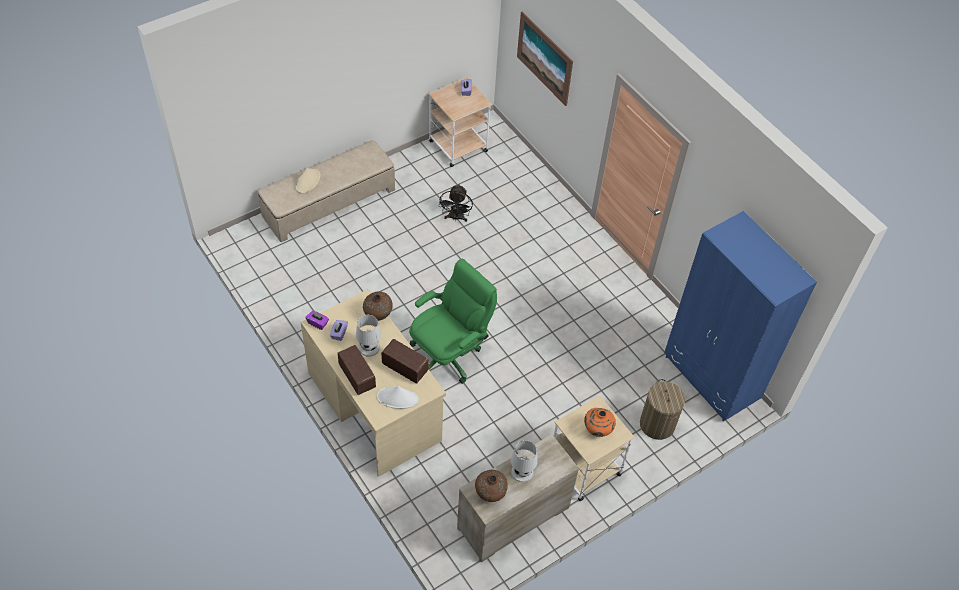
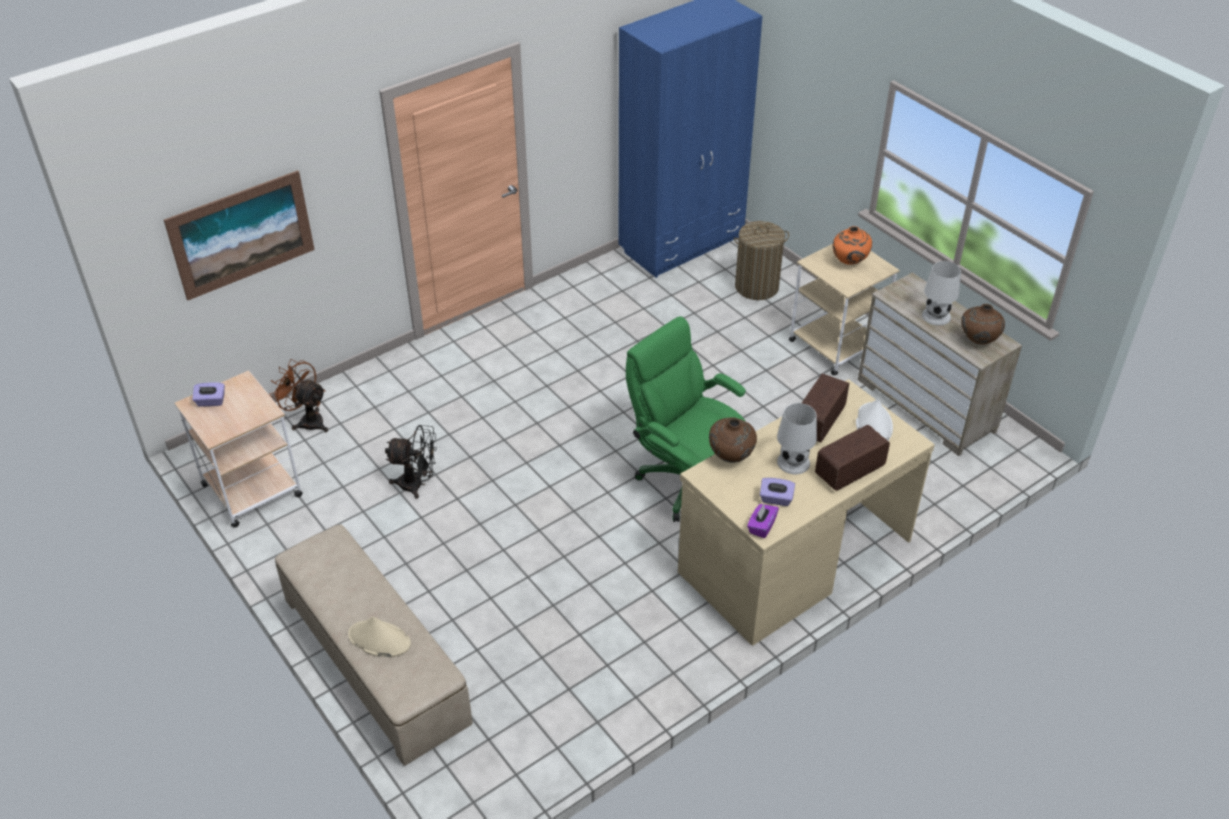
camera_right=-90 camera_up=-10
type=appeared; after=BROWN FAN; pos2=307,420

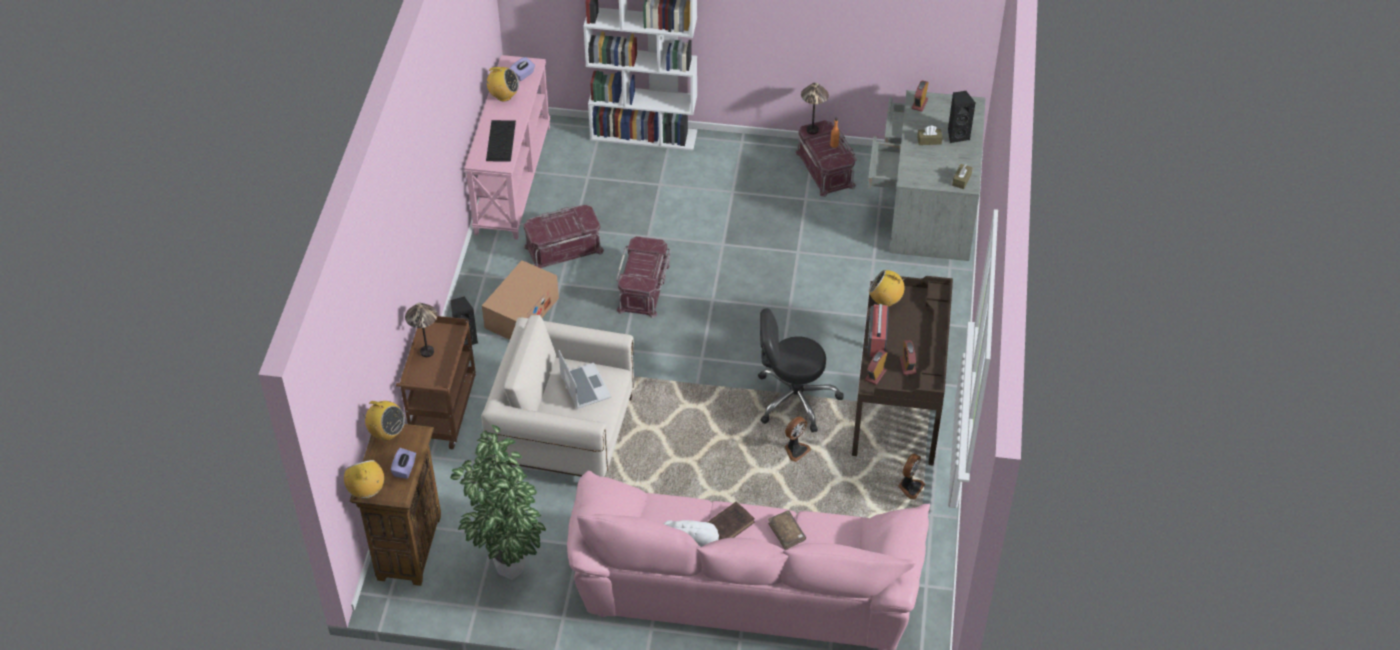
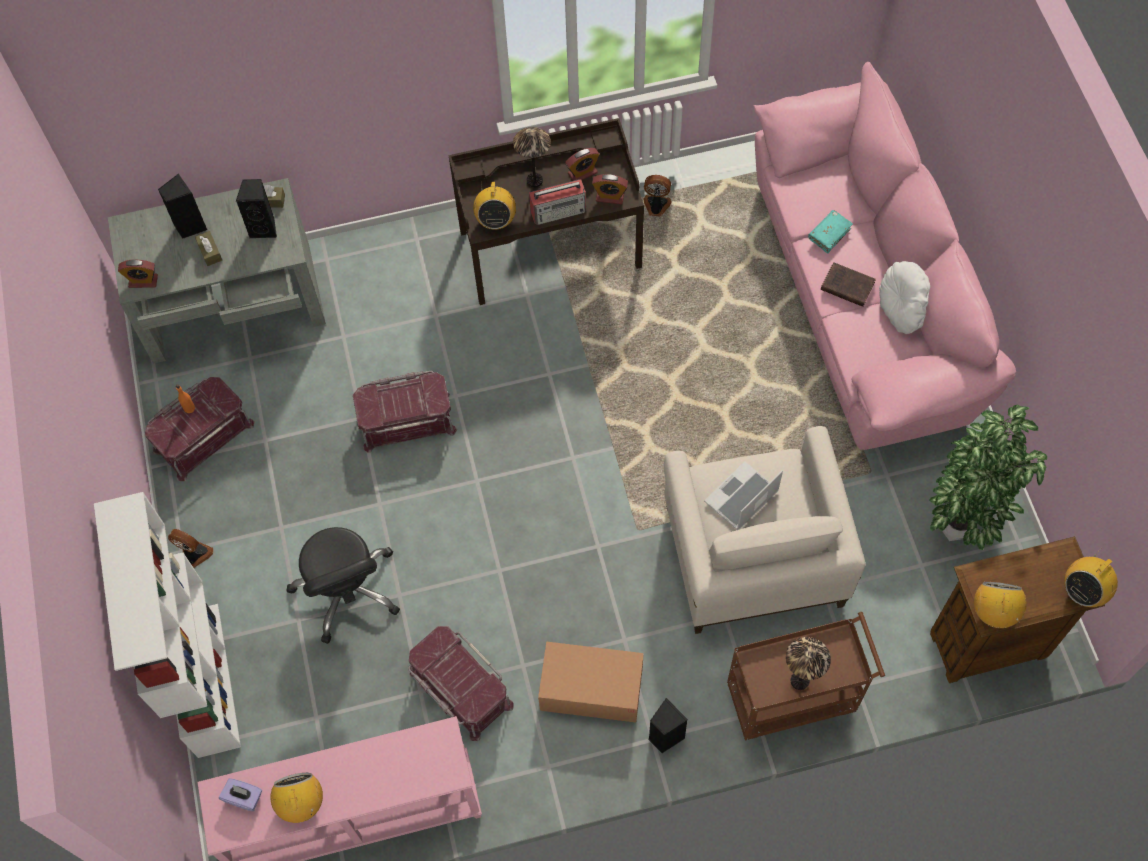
camera_right=-110 camera_up=15
type=relocated; before=FAN; pos1=795,450; pos2=194,554
type=appeared; after=BLACK SPEAKER; pos2=264,228
type=relocated; before=BLACK OFFICE CHAIR; pos1=791,398; pos2=348,594
type=relocated; before=RED STORAGE BOX; pos1=644,288; pos2=406,420
type=relocated; before=TABLE LAMP; pos1=812,130; pos2=534,180
type=colour; before=BROWN BOOK; after=TURQUOISE BOOK; pos1=786,533; pos2=829,234
type=missing; before=PURPLE TISSUE BOX; pos1=405,469
type=missing; before=KEYBOARD; pos1=500,140

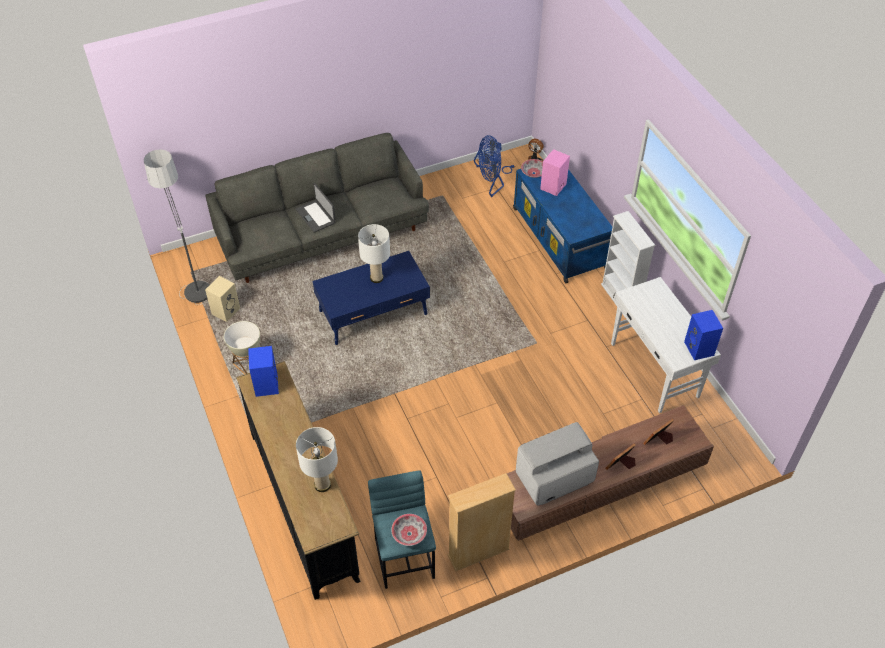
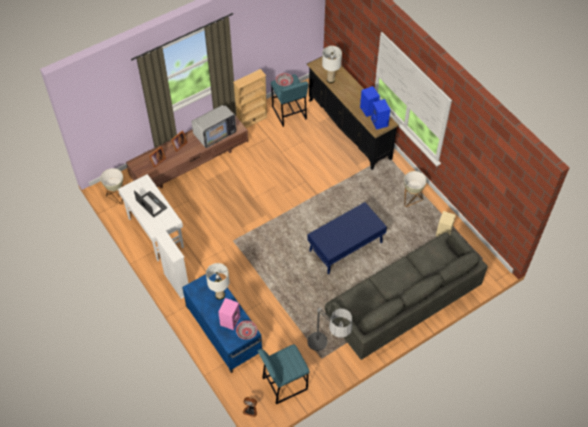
camera_right=170 camera_up=5
type=appeared; after=PLANTER; pos2=117,196
type=relocated; before=LAPTOP; pos1=316,216; pos2=151,204
type=relocated; before=WHITE TABLE LAMP; pos1=376,278; pos2=220,295
type=exchanged; before=BLUE FAN; after=BLUE STOOL; pos1=492,178; pos2=283,384
type=relocated; before=FLOOR LAMP; pos1=191,278; pos2=327,354
type=relocated; before=BLUE SPEAKER; pos1=700,349; pos2=368,109

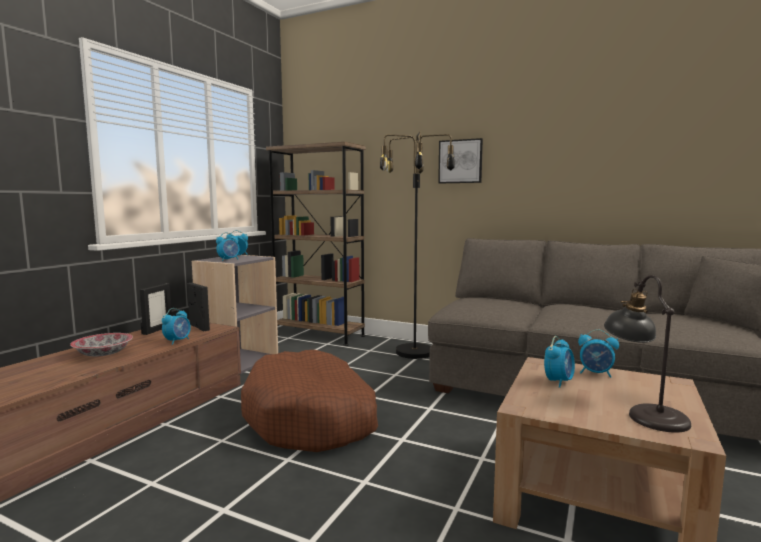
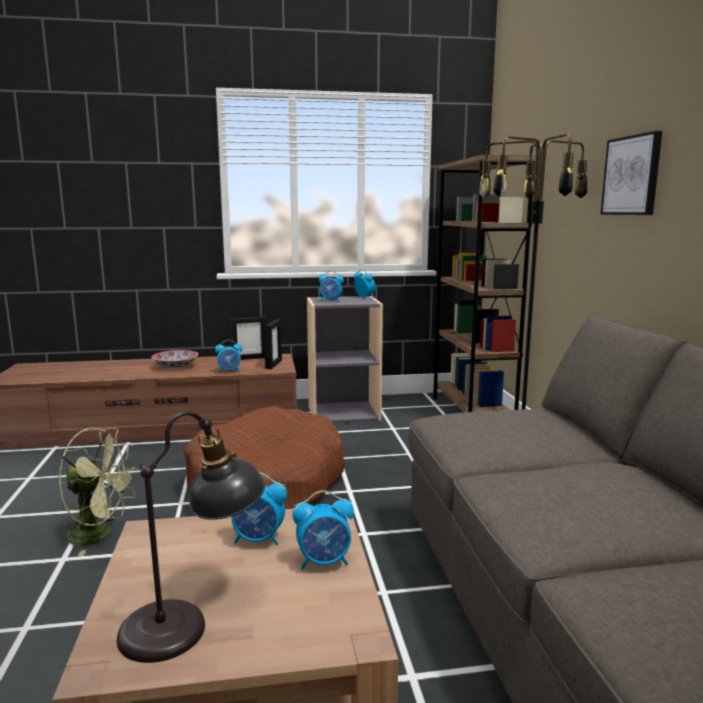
camera_right=55 camera_up=5
type=appeared; after=GREEN FAN; pos2=100,535
type=spun; before=ALARM CLOCK; pos1=596,373; pos2=324,562; turn=-90

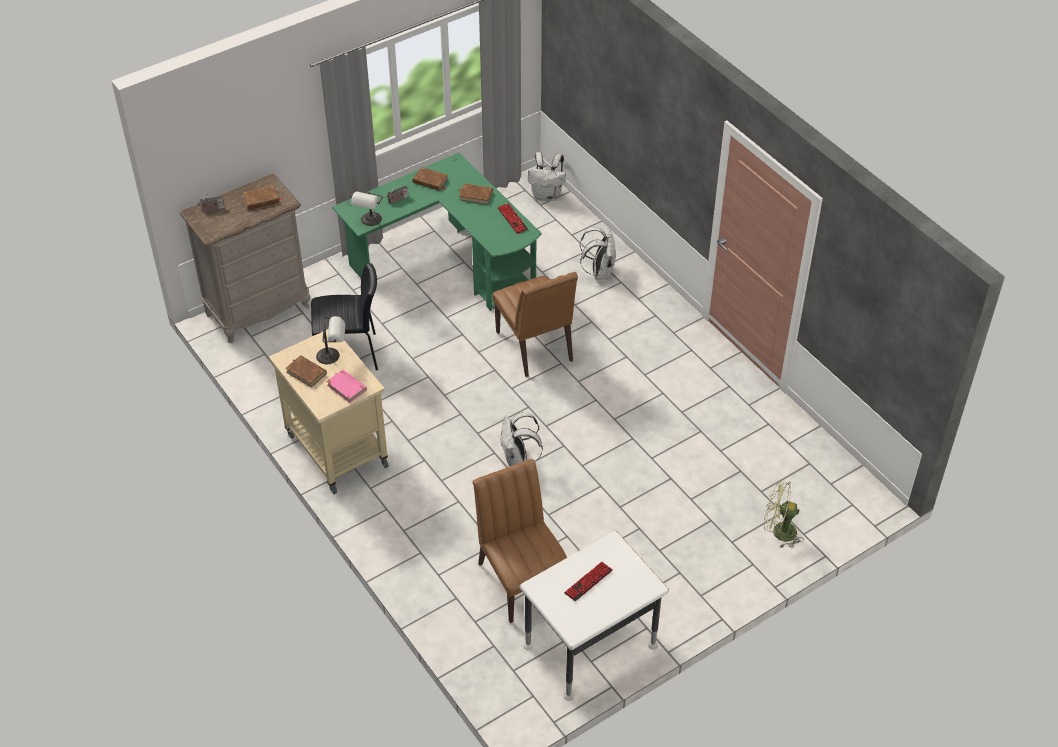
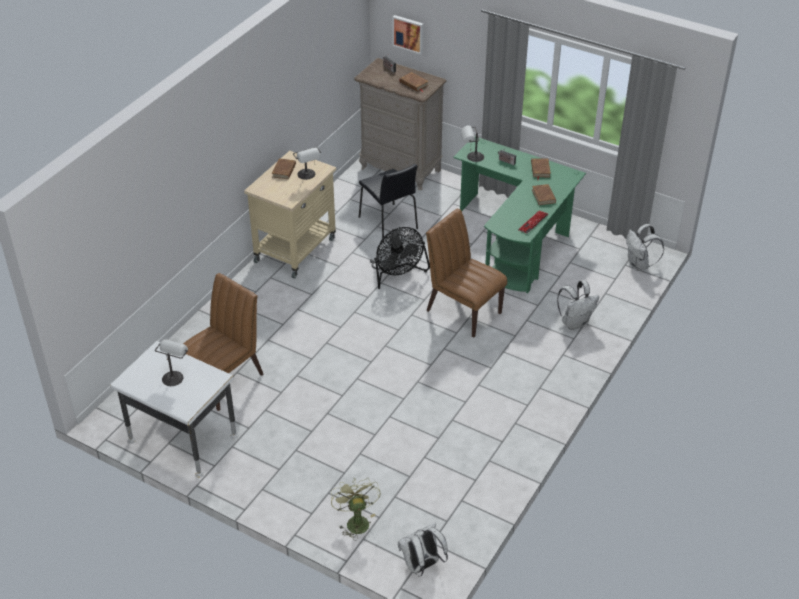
camera_right=65 camera_up=-5
type=exchanged; before=KEYBOARD; after=TABLE LAMP; pos1=588,582; pos2=174,375
type=appeared; after=BLACK FAN; pos2=395,274
type=appeared; after=PICTURE; pos2=408,33
type=relocated; before=WHITE BACKPACK; pos1=518,459; pos2=422,566
type=spun; before=BROWN CHAIR; pos1=534,346; pos2=464,312; turn=90
type=missing; before=PINK BOOK; pos1=346,387

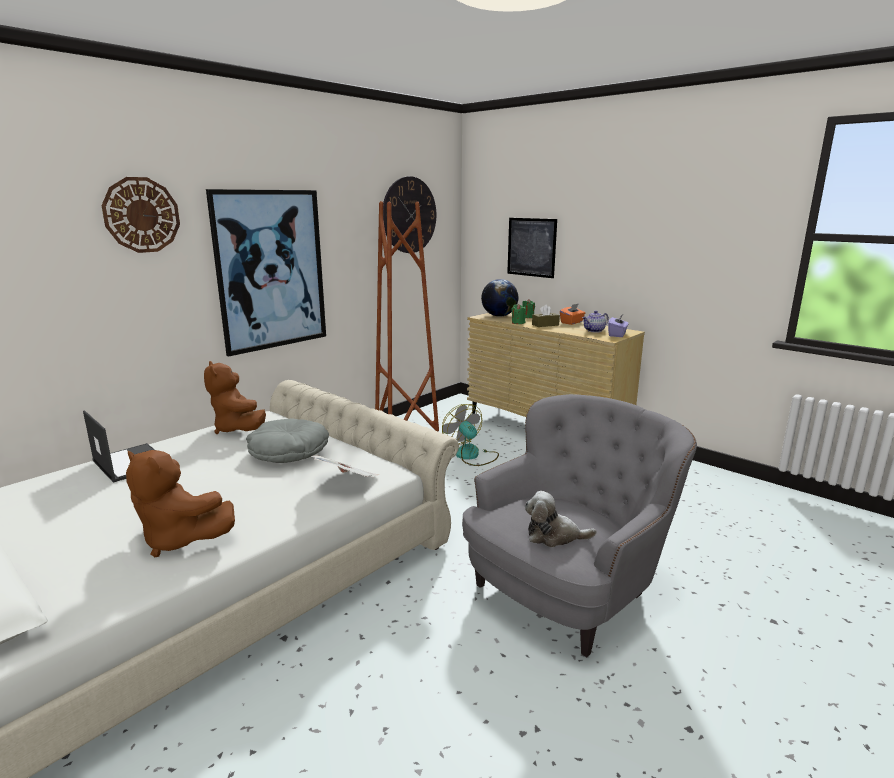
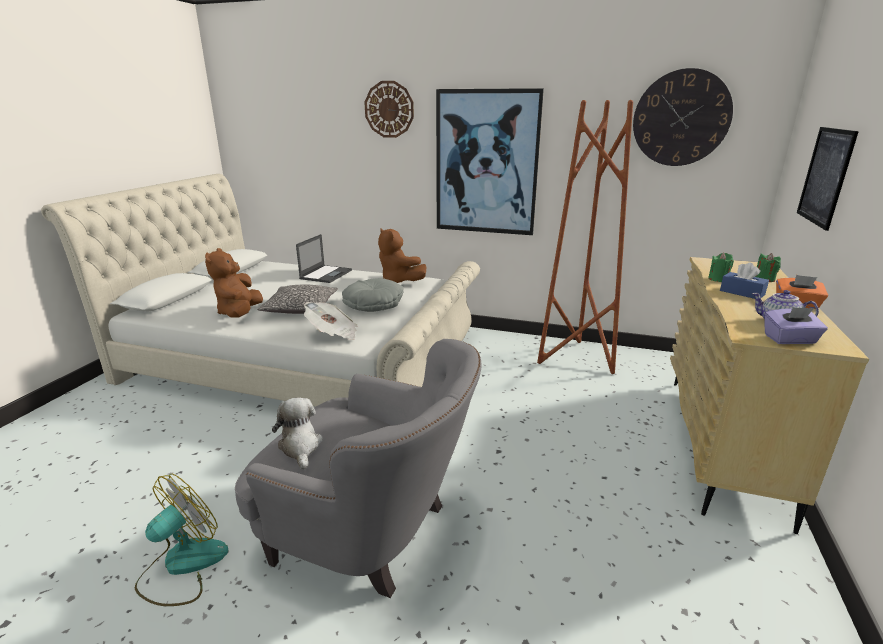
camera_right=65 camera_up=5
type=relocated; before=FAN; pos1=471,456; pos2=182,566
type=appeared; after=PILLOW; pos2=300,308
type=spun; before=BROWN PLUSH TOY; pos1=238,429; pos2=399,281; turn=-75
type=colour; before=BROWN TISSUE BOX; after=BLUE TISSUE BOX; pos1=545,325; pos2=742,292
type=missing; before=GLOBE; pos1=499,316

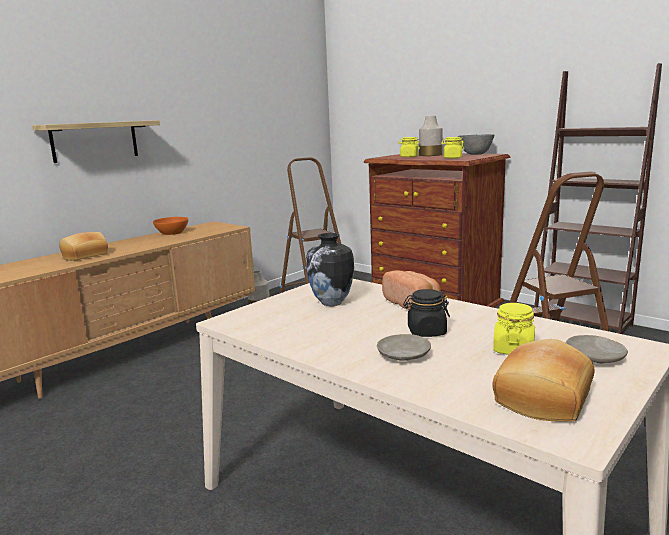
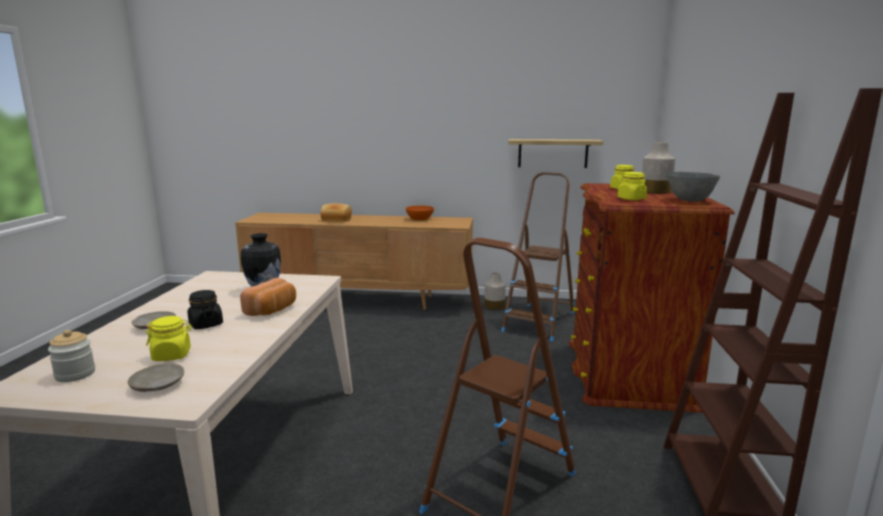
camera_right=55 camera_up=0
type=exchanged; before=BREAD; after=JAR; pos1=540,397; pos2=75,374
type=relocated; before=SHELF; pos1=95,141; pos2=553,153

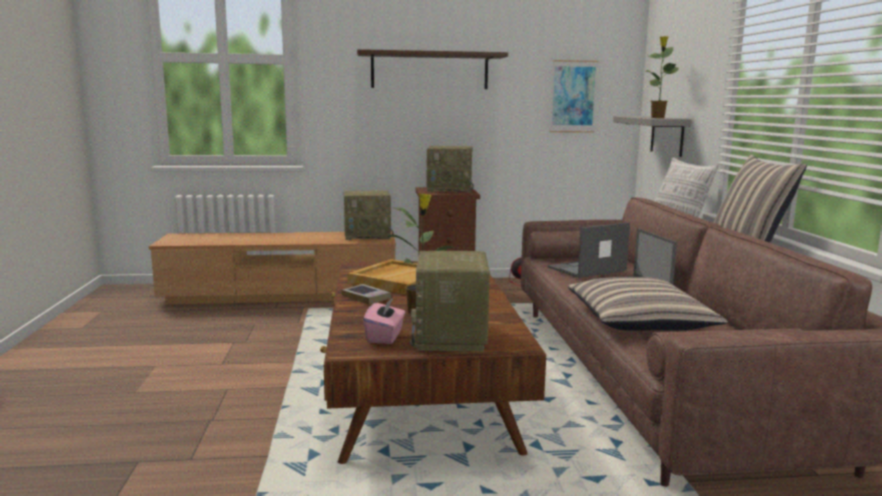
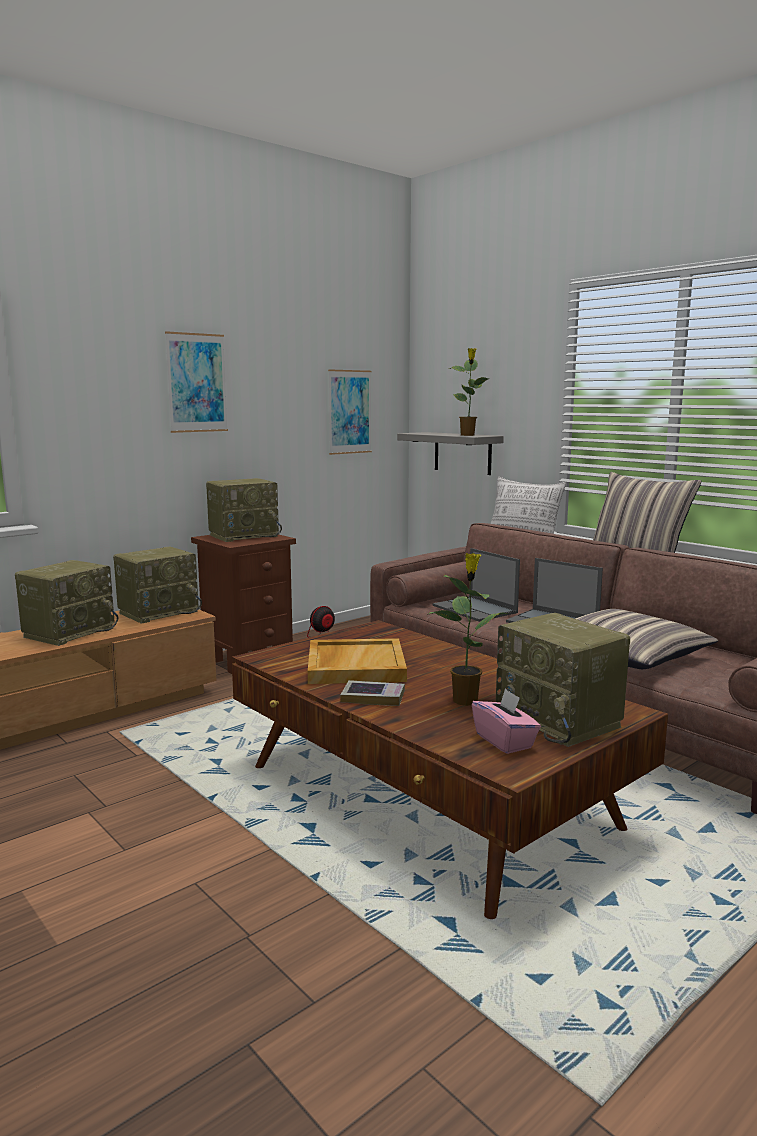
camera_right=-35 camera_up=0
type=appeared; after=RADIO; pos2=69,632
type=exchanged; before=SHELF; after=PICTURE; pos1=429,71; pos2=197,383
type=spun; before=LAPTOP; pos1=586,269; pos2=475,609; turn=-60

